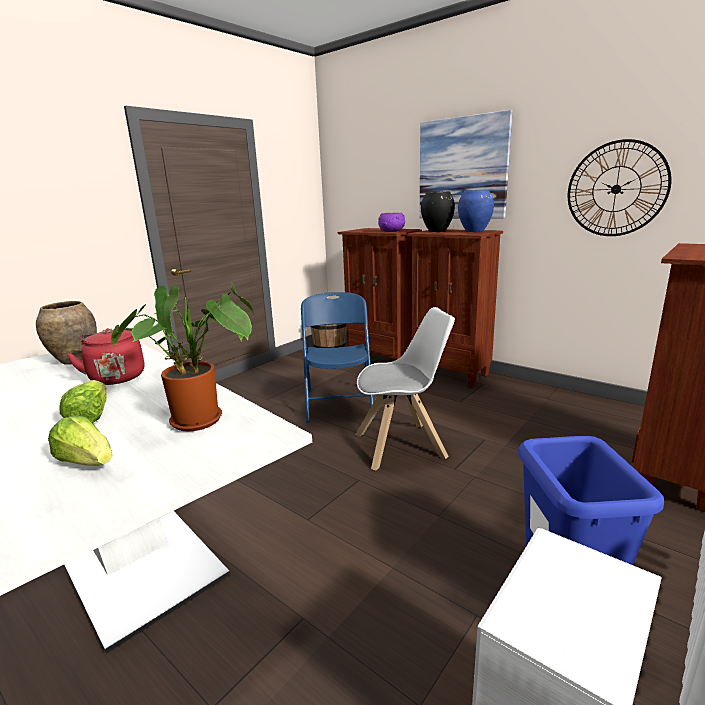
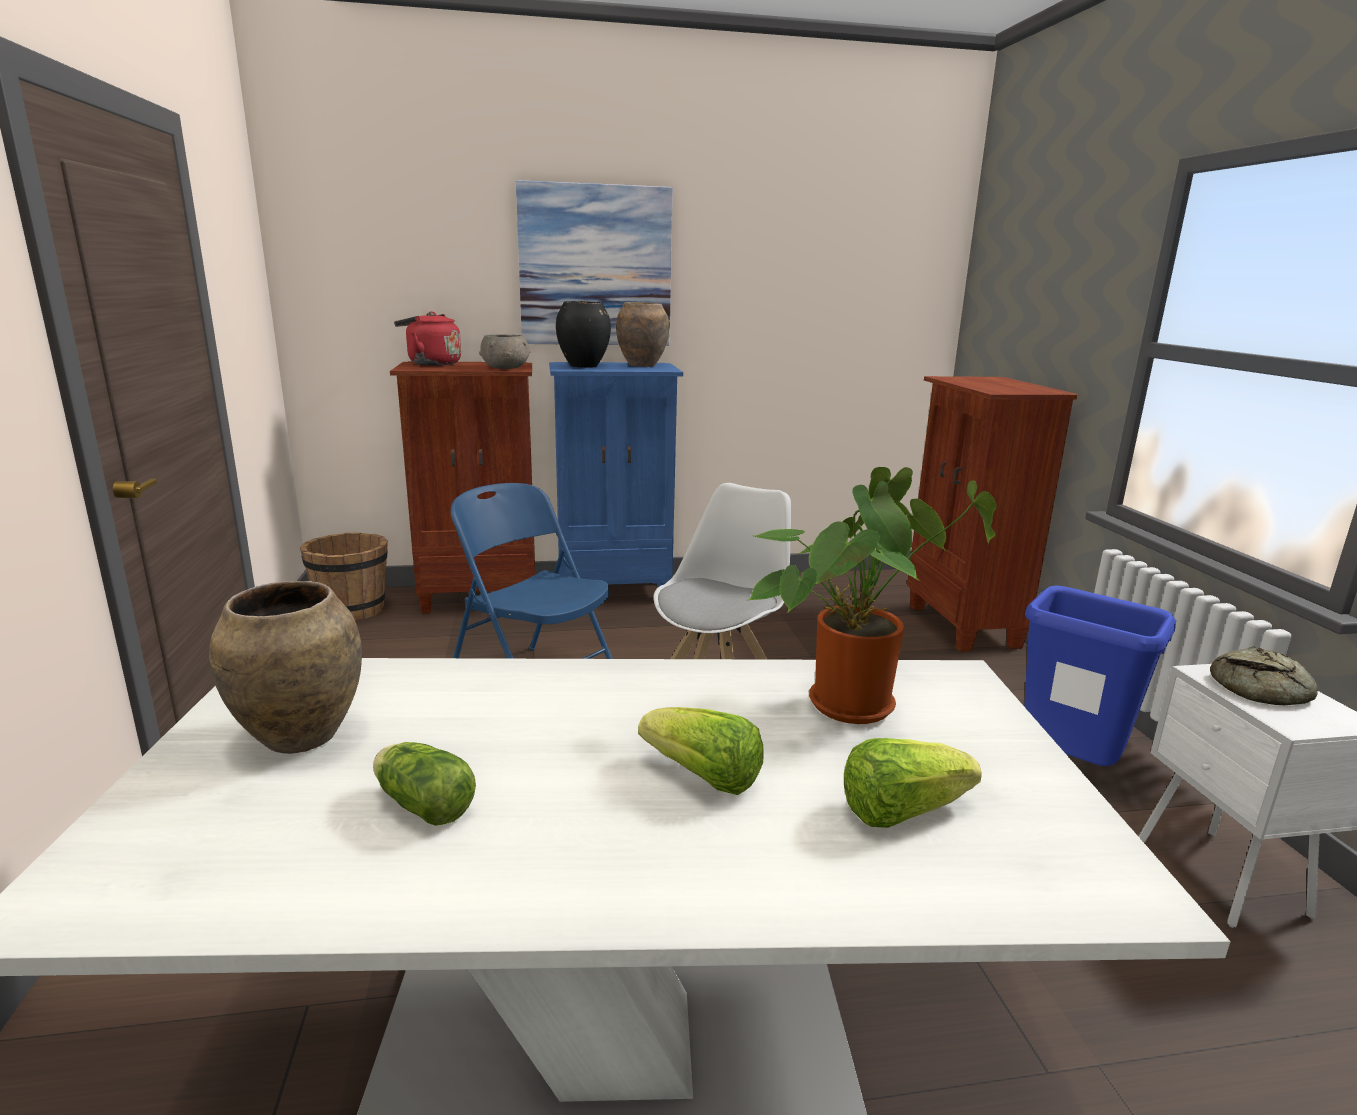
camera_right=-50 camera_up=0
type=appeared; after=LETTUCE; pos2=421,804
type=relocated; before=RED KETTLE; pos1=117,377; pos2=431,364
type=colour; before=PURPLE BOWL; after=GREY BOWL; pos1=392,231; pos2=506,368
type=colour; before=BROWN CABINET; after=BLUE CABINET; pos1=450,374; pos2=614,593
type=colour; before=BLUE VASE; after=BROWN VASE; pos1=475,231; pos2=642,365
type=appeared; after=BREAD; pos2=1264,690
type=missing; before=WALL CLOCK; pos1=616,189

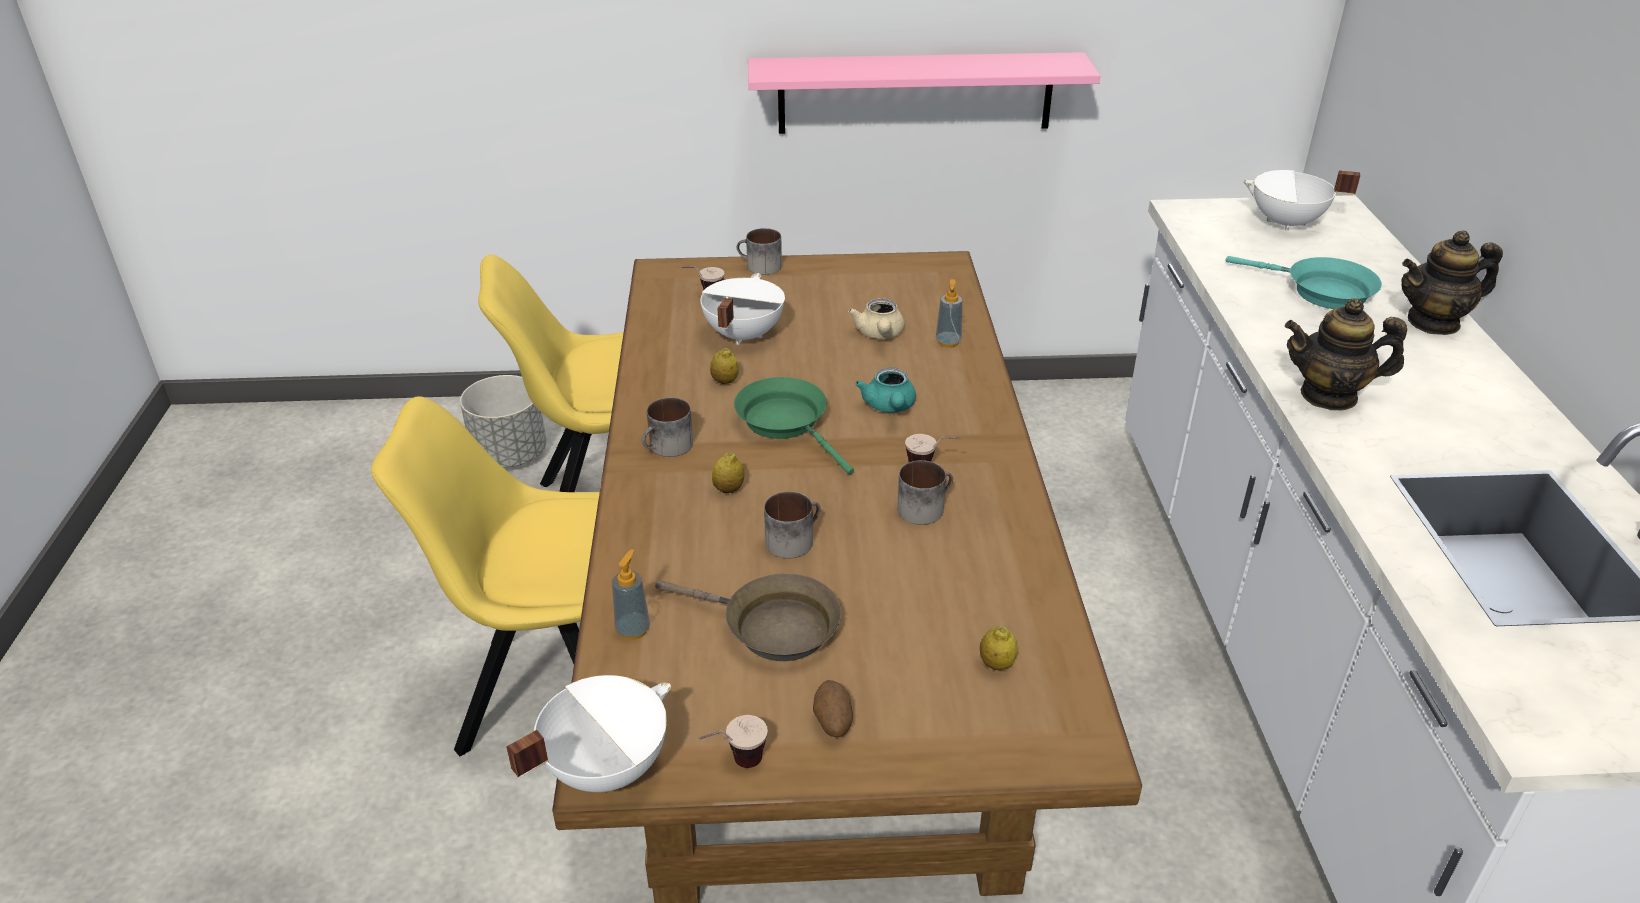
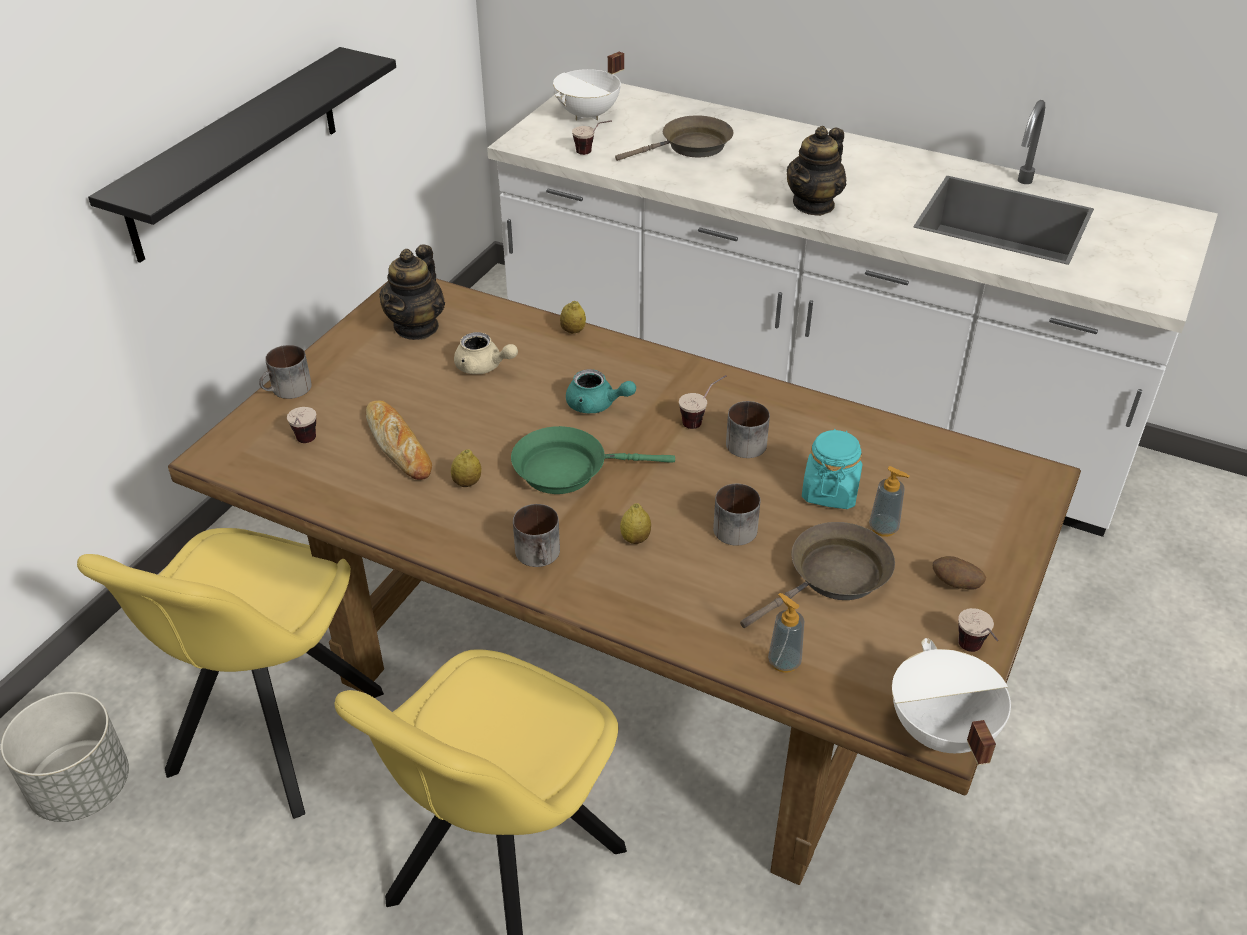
camera_right=-60 camera_up=5
type=colour; before=PINK SHELF; after=BLACK SHELF; pos1=915,93; pos2=235,153
type=exchanged; before=WHITE COOKING POT; after=BREAD; pos1=742,335; pos2=399,444
type=relocated; before=TEAPOT; pos1=1433,322; pos2=417,327
type=relocated; before=LEMON; pos1=996,664; pos2=573,331
type=appeared; after=CUP; pos2=592,153
type=colour; before=TURQUOISE FRYING PAN; after=BROWN FRYING PAN; pos1=1321,291; pos2=691,147
type=appeared; after=TURQUOISE JAR; pos2=830,491
type=relocated; before=SOAP DISPENSER; pos1=948,342; pos2=883,528

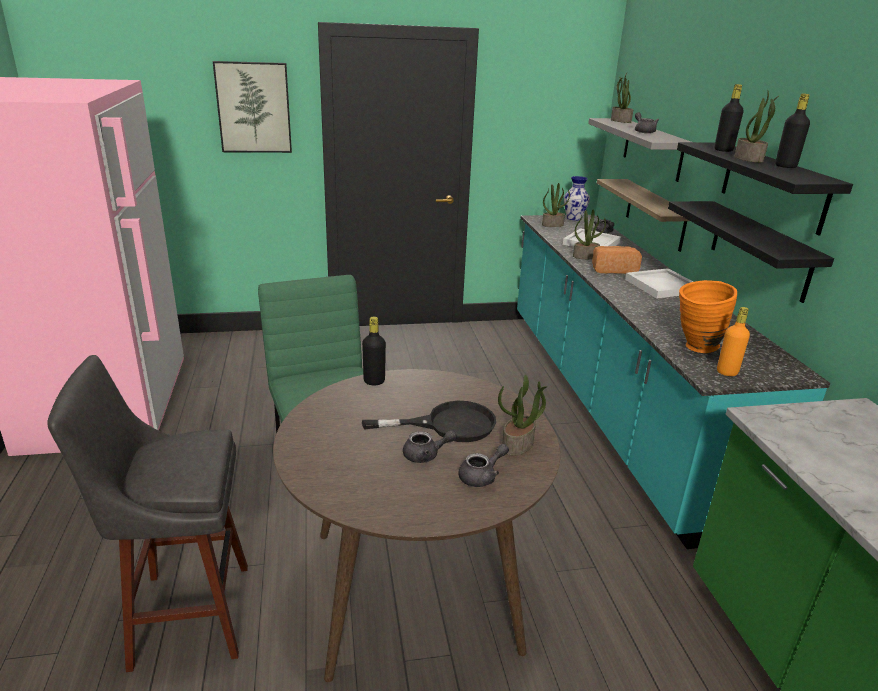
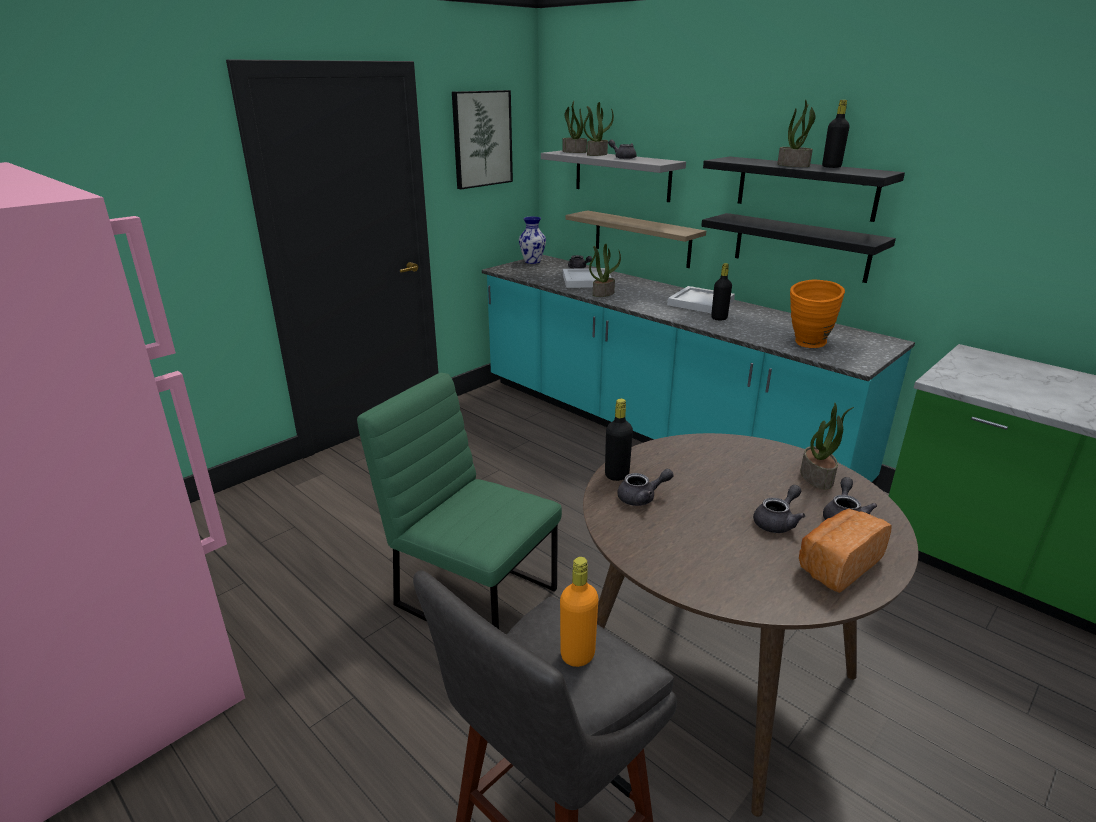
camera_right=-35 camera_up=0
type=relocated; before=PICTURE; pos1=254,108; pos2=482,139
type=relocated; before=ORANGE BOTTLE; pos1=727,372; pos2=577,655
type=relocated; before=POTTED PLANT; pos1=552,224; pos2=597,154
type=appeared; after=GREY TEAPOT; pos2=642,498
type=relocated; before=BLACK BOTTLE; pos1=723,150; pos2=719,318
type=relocated; before=BREAD; pos1=613,269; pos2=837,564
type=missing; before=BLACK FRYING PAN; pos1=448,425

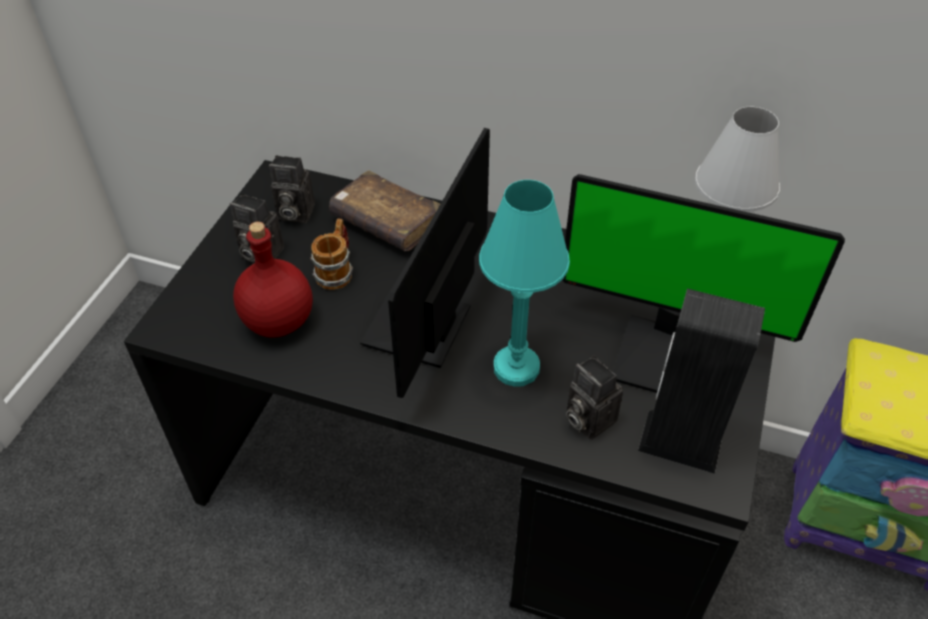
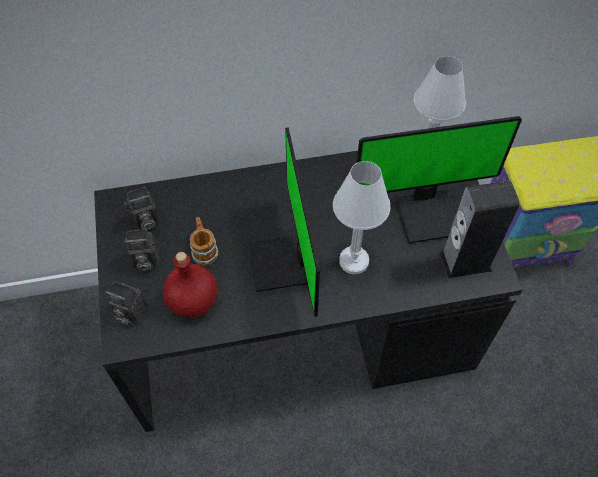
camera_right=-30 camera_up=10
type=relocated; before=PHOTO CAMERA; pos1=586,418; pos2=129,313
type=colour; before=TURQUOISE TABLE LAMP; after=WHITE TABLE LAMP; pos1=516,368; pos2=353,261
type=missing; before=BROWN BOOK; pos1=387,222

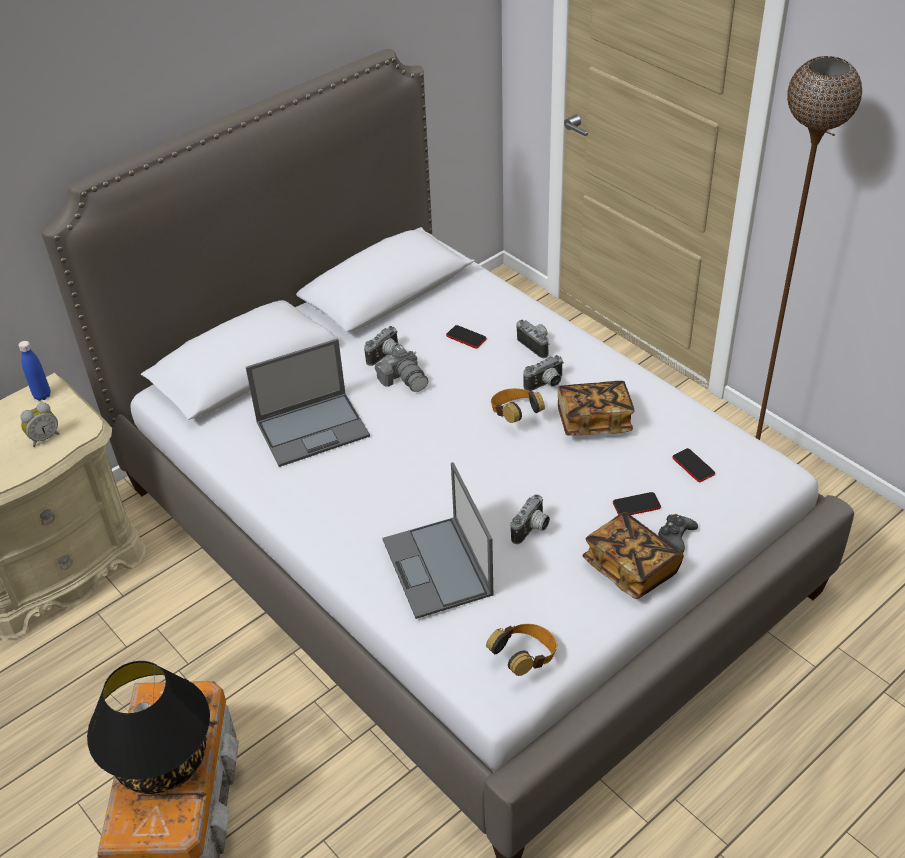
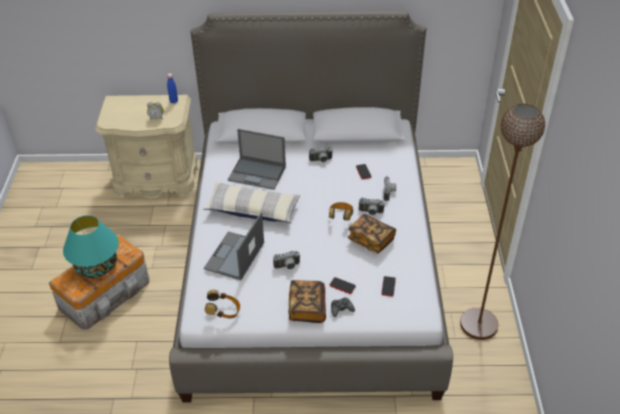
camera_right=40 camera_up=0
type=colour; before=BLACK TABLE LAMP; after=TURQUOISE TABLE LAMP; pos1=162,759; pos2=97,266
type=appeared; after=PILLOW; pos2=252,209
type=missing; before=PHOTO CAMERA; pos1=404,379

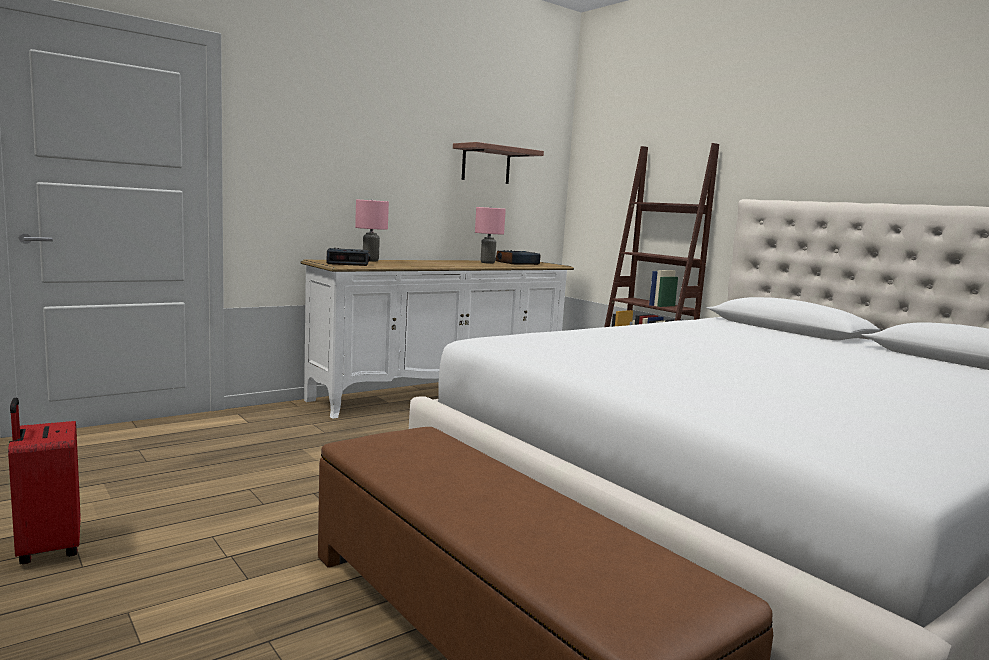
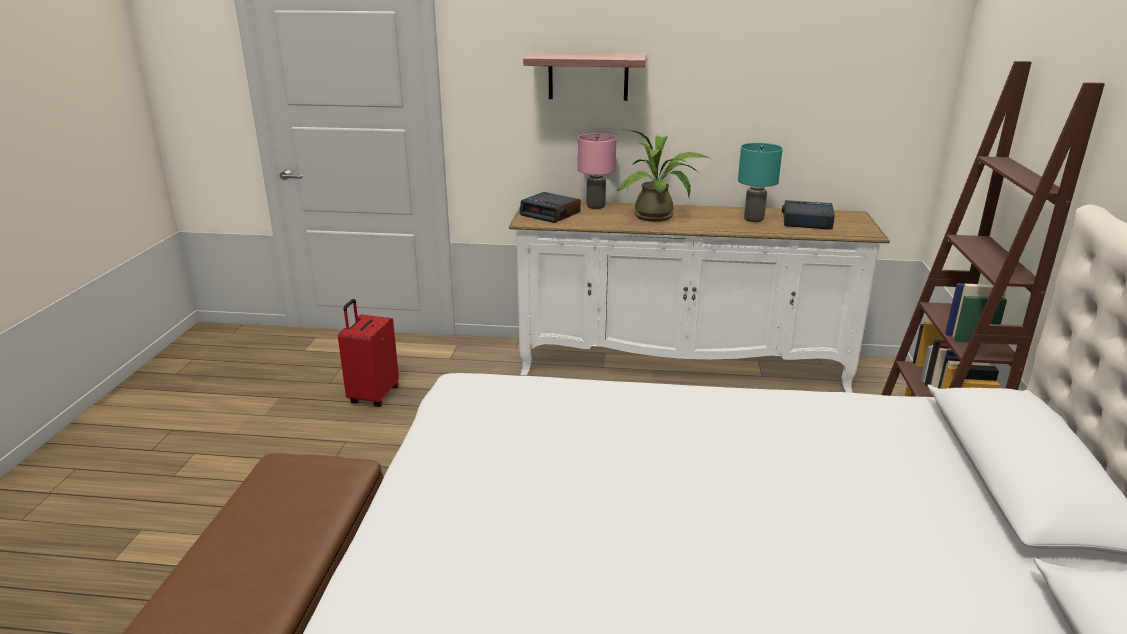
camera_right=45 camera_up=15
type=relocated; before=RED SUITCASE; pos1=47,548; pos2=373,396
type=relocated; before=SHELF; pos1=486,164; pos2=588,76
type=appeared; after=POTTED PLANT; pos2=659,217
type=colour; before=PINK TABLE LAMP; after=TURQUOISE TABLE LAMP; pos1=488,263; pos2=755,219

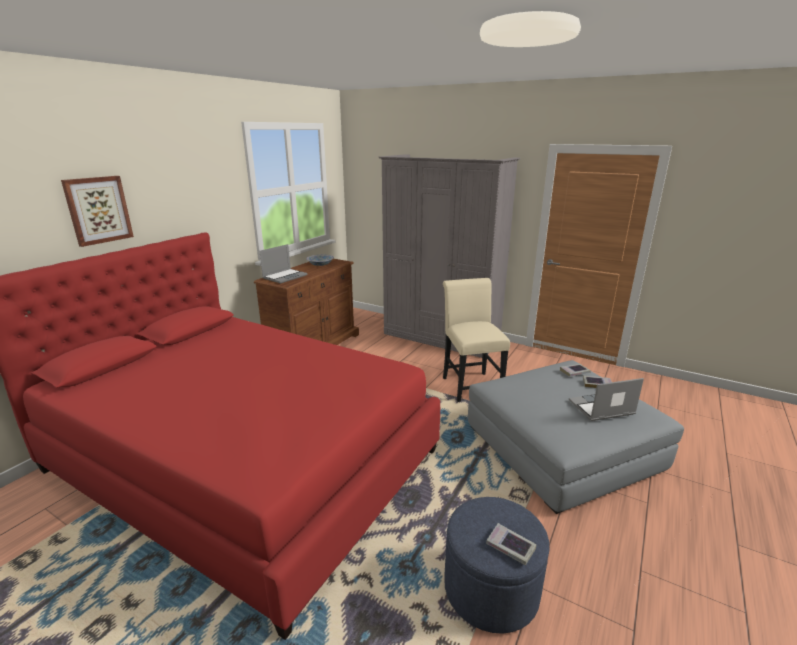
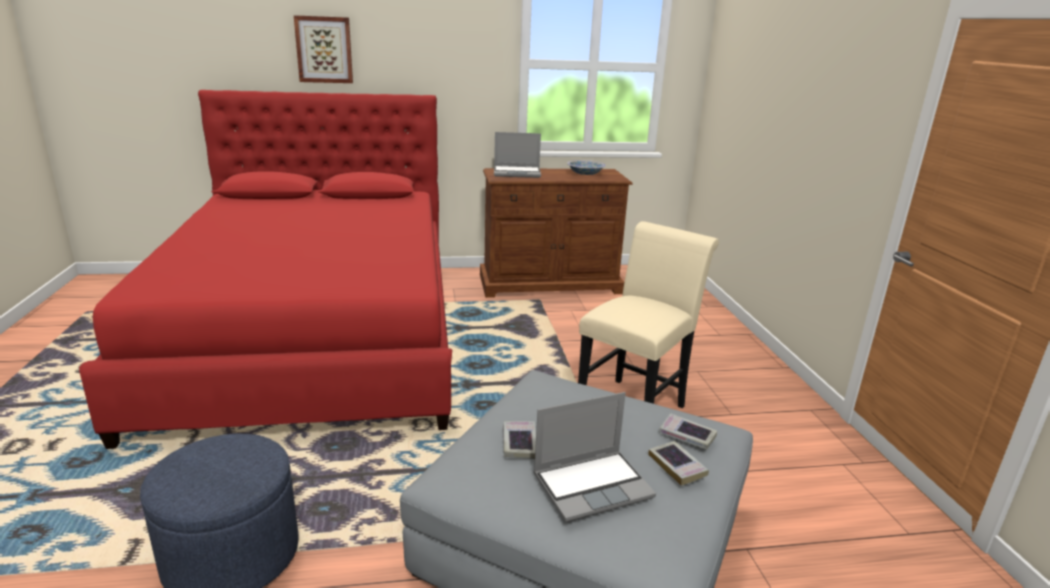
camera_right=50 camera_up=0
type=relocated; before=BOOK; pos1=510,547; pos2=519,443
type=spun; before=LAPTOP; pos1=601,408; pos2=593,485; turn=120
type=missing; before=GREY WARDROBE; pos1=441,337

